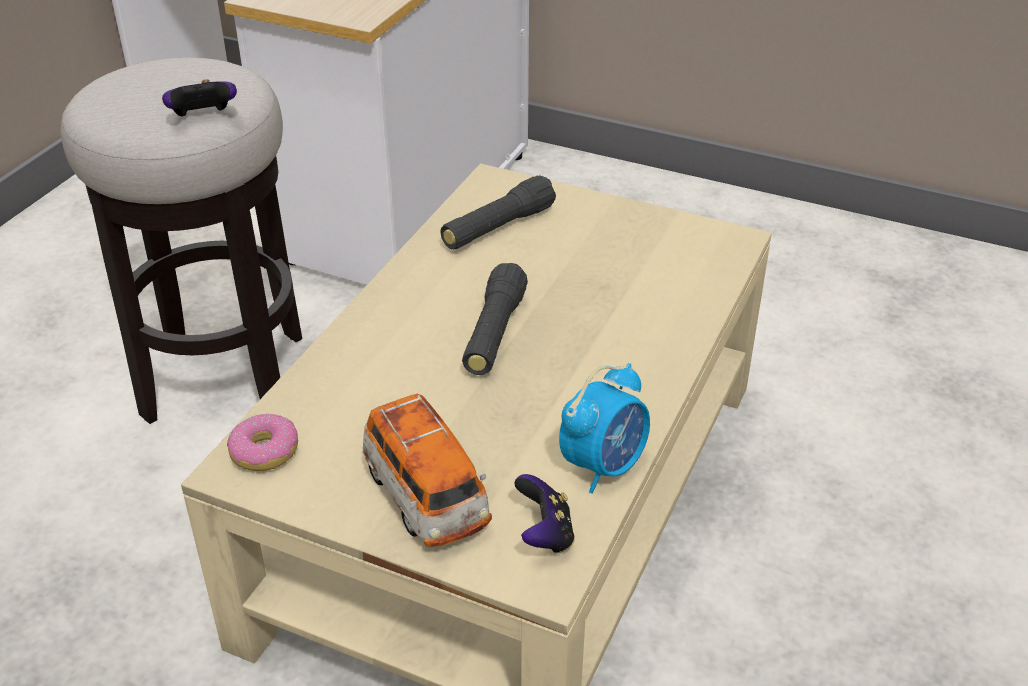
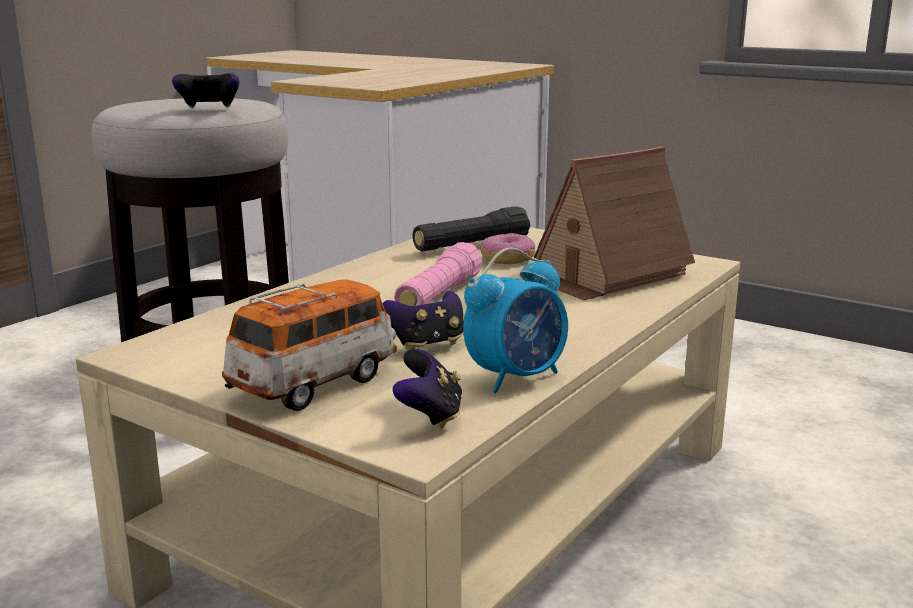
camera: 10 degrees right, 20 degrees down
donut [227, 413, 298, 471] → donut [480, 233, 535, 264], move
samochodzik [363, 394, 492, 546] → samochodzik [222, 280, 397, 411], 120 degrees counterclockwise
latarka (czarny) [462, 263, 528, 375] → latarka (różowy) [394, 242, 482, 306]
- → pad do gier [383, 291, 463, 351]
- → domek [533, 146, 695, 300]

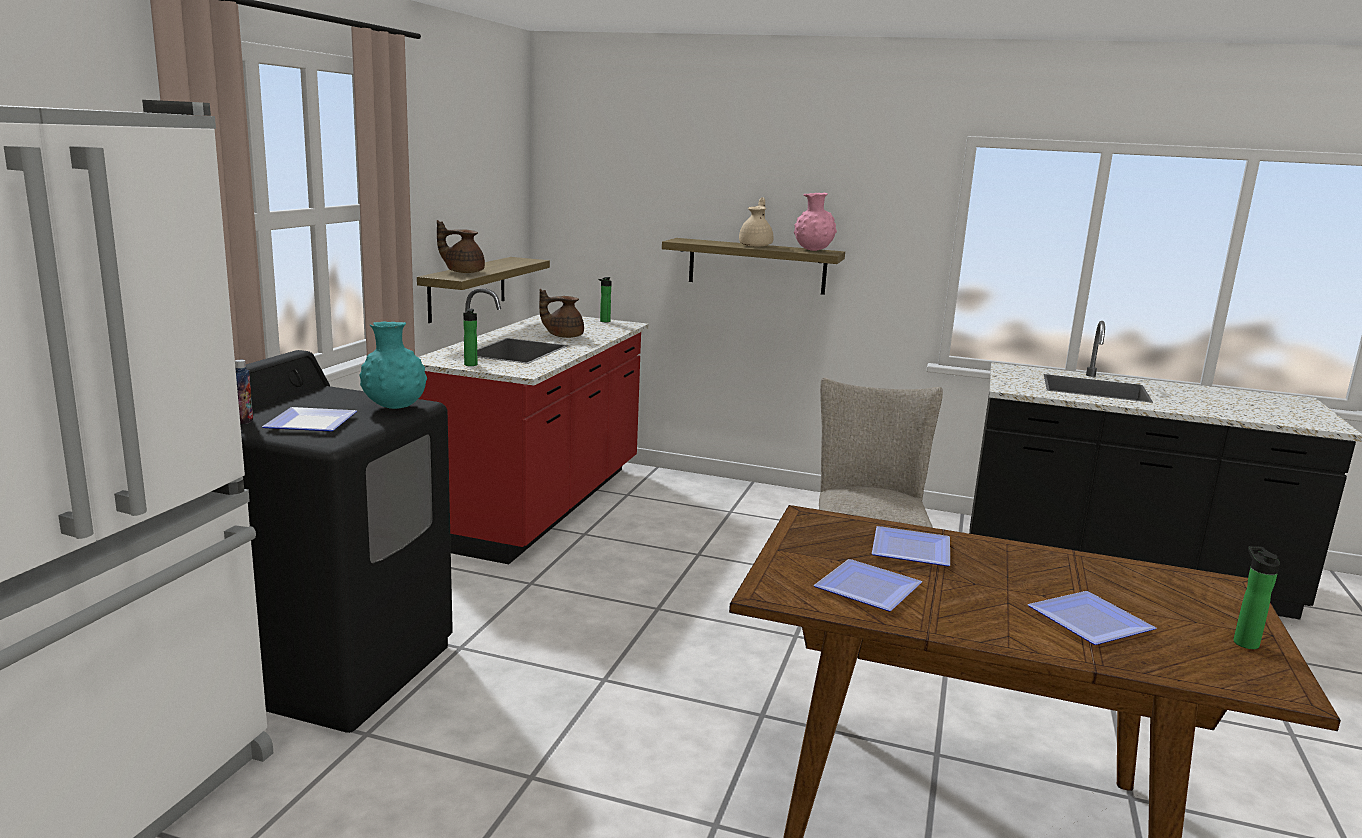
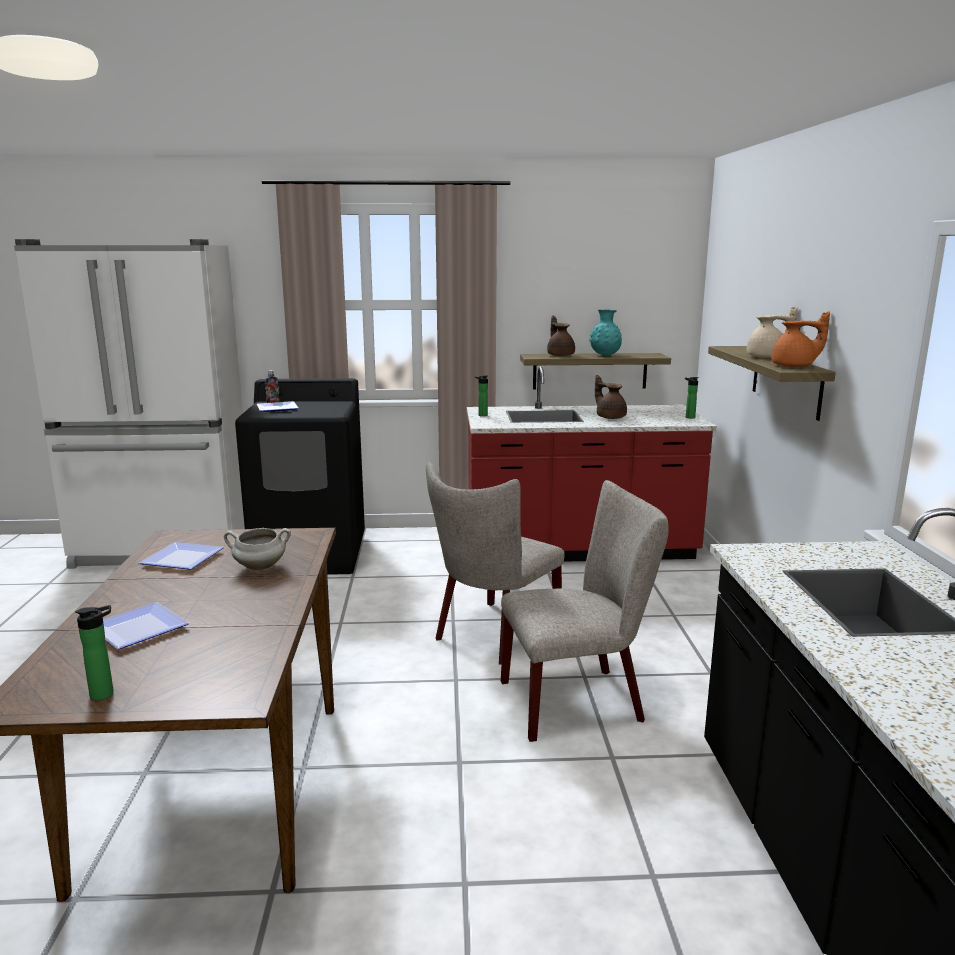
camera: 70 degrees right, 0 degrees up
wazon (turkusowy) [359, 322, 427, 409] → wazon (turkusowy) [589, 309, 622, 356], move
wazon (różowy) [794, 193, 837, 251] → imbryk (pomarańczowy) [771, 311, 830, 367]
talerz [872, 526, 950, 566] → garnek (biały) [224, 528, 291, 570]
- → krzesło (beżowy) [426, 461, 565, 664]

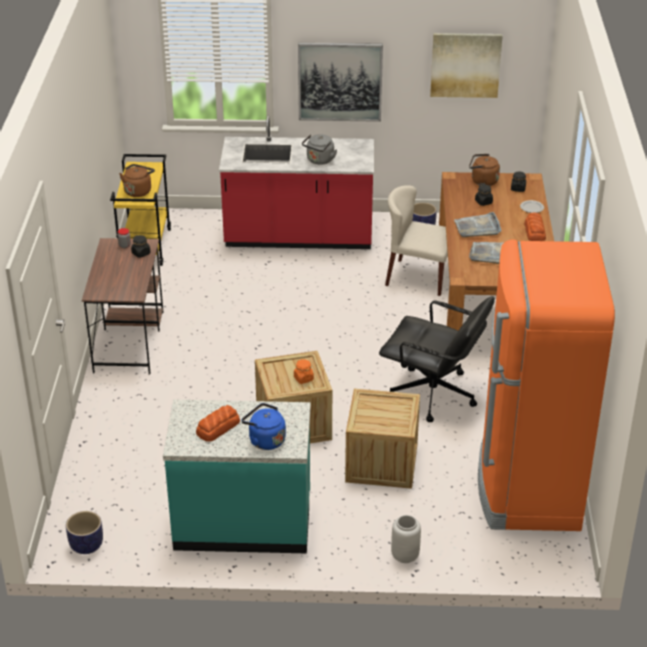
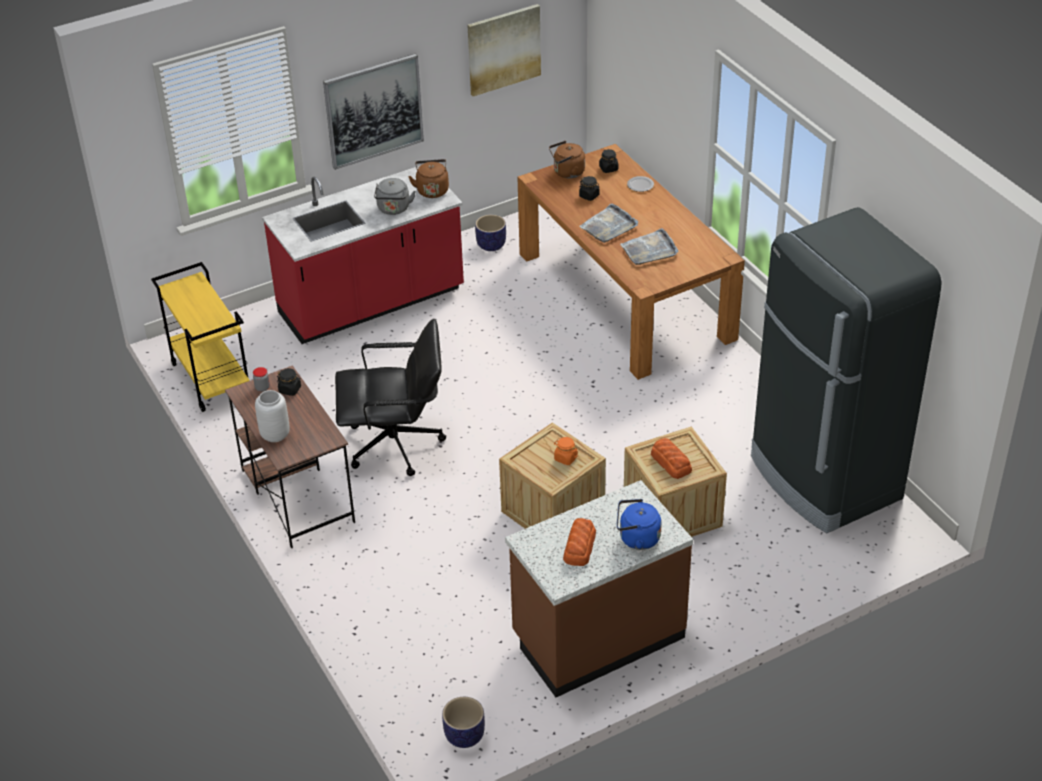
camera: 30 degrees left, 5 degrees up
czajnik (brązowy) [119, 164, 155, 197] → czajnik (brązowy) [408, 159, 449, 198], move
zabudowa kuchenna (turkusowy) [163, 400, 311, 553] → zabudowa kuchenna (brązowy) [505, 480, 693, 697]
krzesło biurowe (czarny) [379, 296, 495, 422] → krzesło biurowe (czarny) [335, 319, 446, 476], move
krzesło (beżowy) [385, 185, 448, 296] → -
wazon (szary) [391, 515, 421, 563] → wazon (szary) [255, 390, 290, 442], move
lodówka (pomarańczowy) [478, 240, 615, 531] → lodówka (czarny) [751, 207, 941, 533]
chleb [524, 212, 546, 241] → chleb [651, 438, 692, 479], move

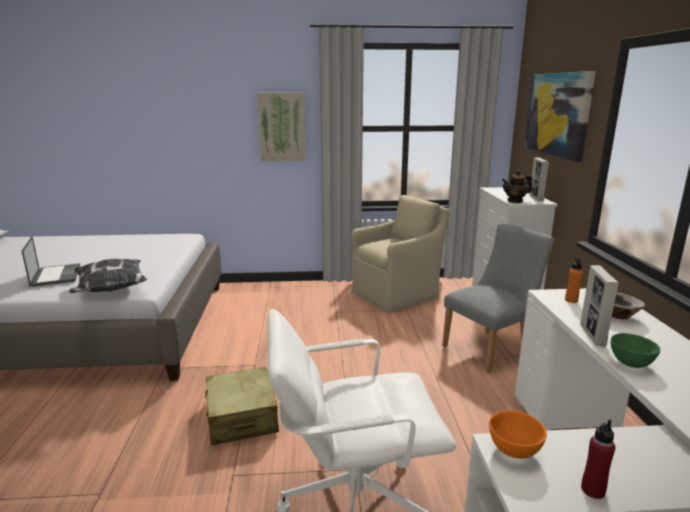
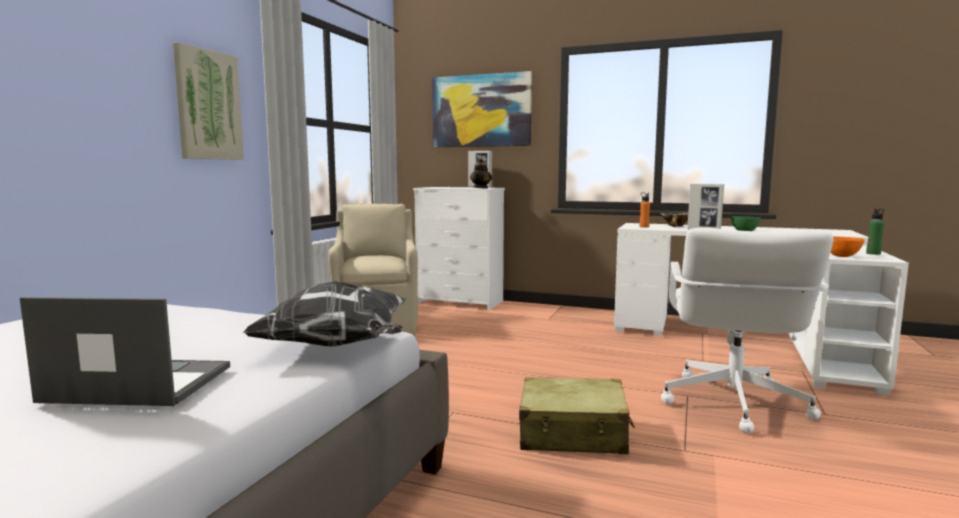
camera: 65 degrees left, 10 degrees down
krzesło (szary) [442, 224, 554, 373] → -
butelka (czerwony) [581, 419, 615, 499] → butelka (zielony) [866, 209, 884, 255]

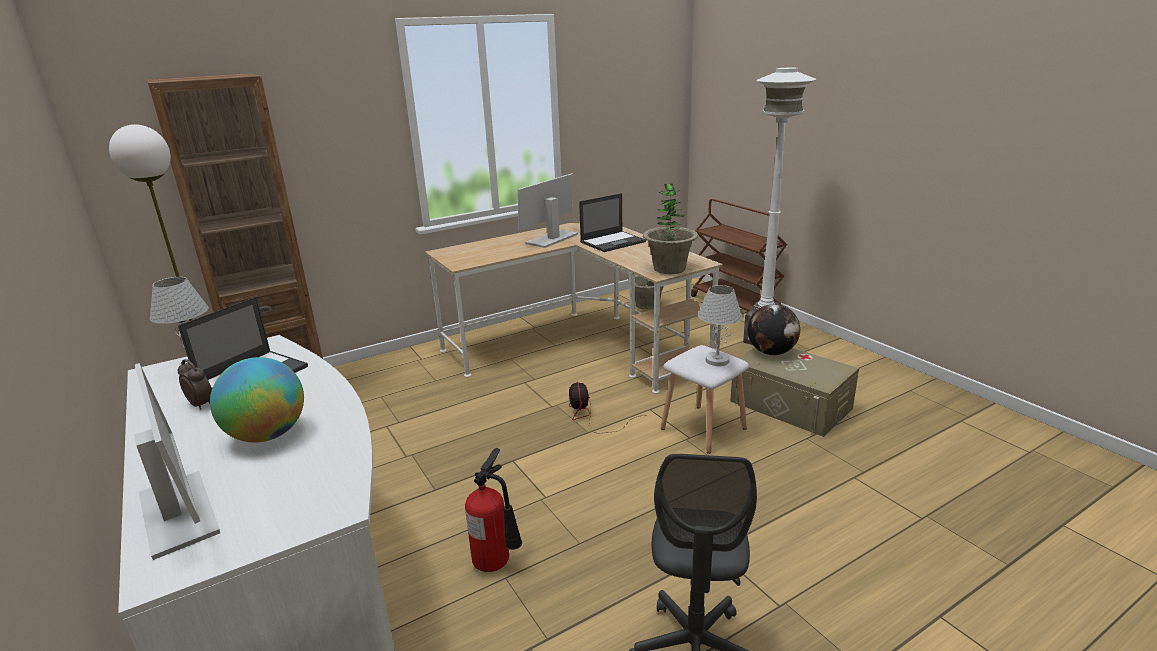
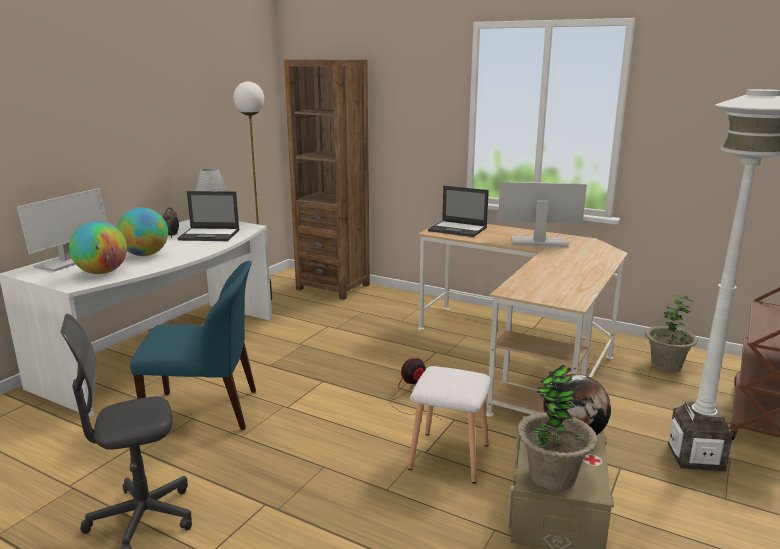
camera: 60 degrees right, 5 degrees down
gaśnica [465, 448, 522, 572] → krzesło (niebieski) [130, 261, 256, 430]
laptop [579, 193, 646, 252] → laptop [428, 186, 489, 237], move
roślina doniczkowa [643, 184, 698, 274] → roślina doniczkowa [517, 365, 598, 491], move
lampa stołowa (biały) [698, 285, 742, 366] → -
- → globus [69, 221, 127, 274]

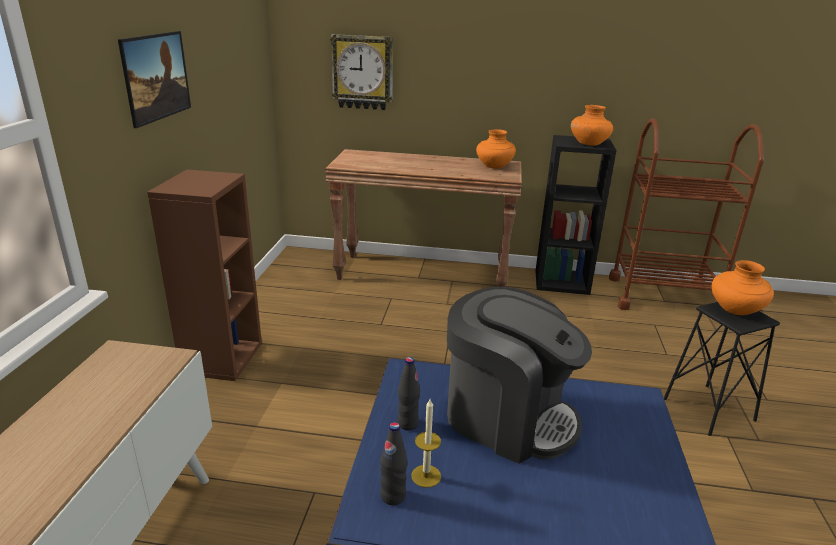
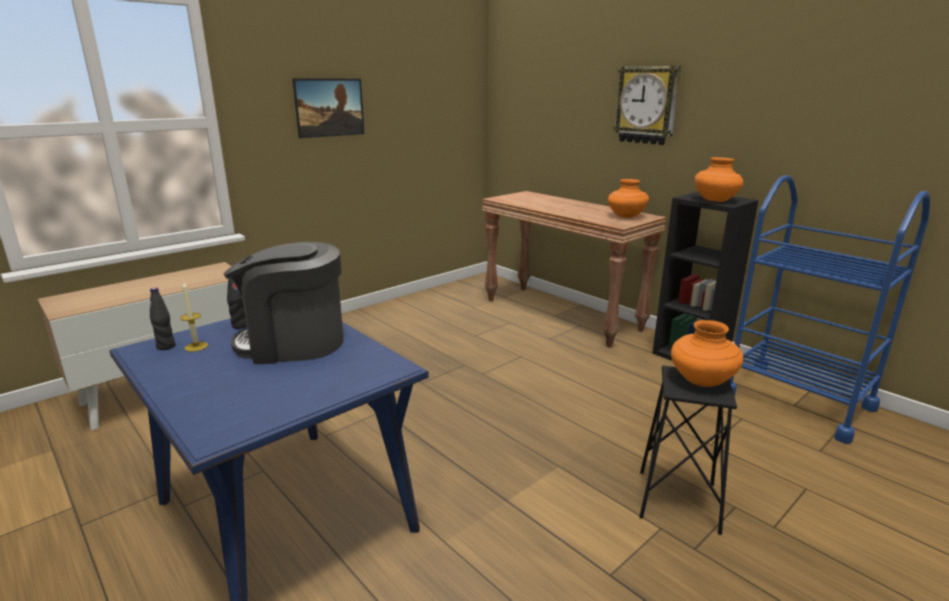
camera: 40 degrees right, 5 degrees down
regał (brązowy) [147, 170, 262, 381] → -
zegar ścienny [330, 34, 393, 110] → zegar ścienny [613, 66, 681, 145], move
ekspres do kawy [447, 287, 592, 464] → ekspres do kawy [224, 242, 344, 364], 105 degrees clockwise
wózek (brązowy) [609, 118, 764, 310] → wózek (niebieski) [730, 175, 930, 444]

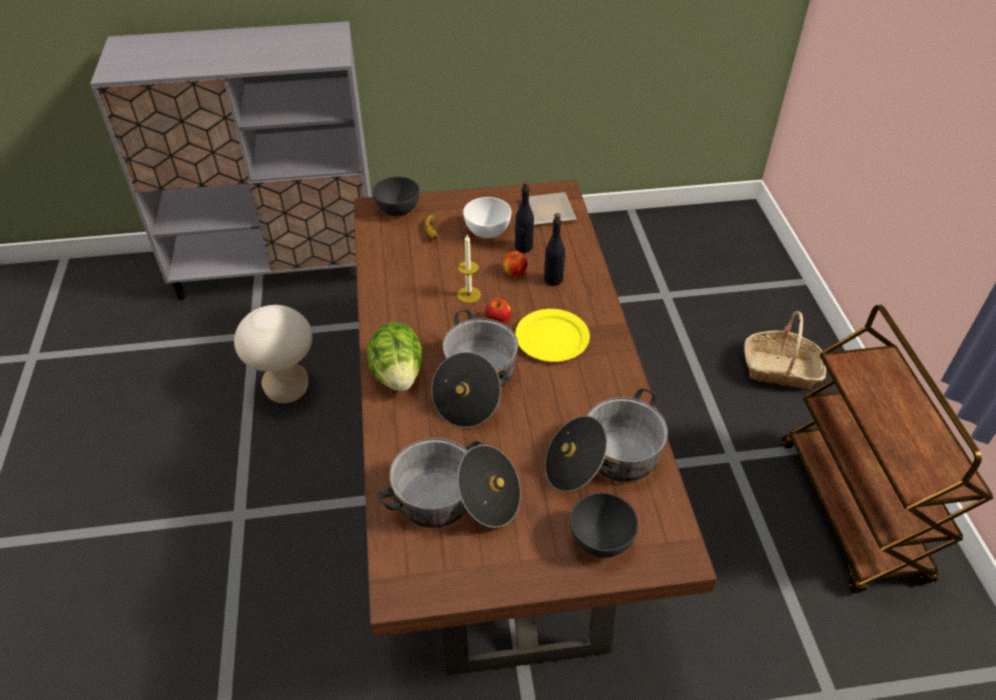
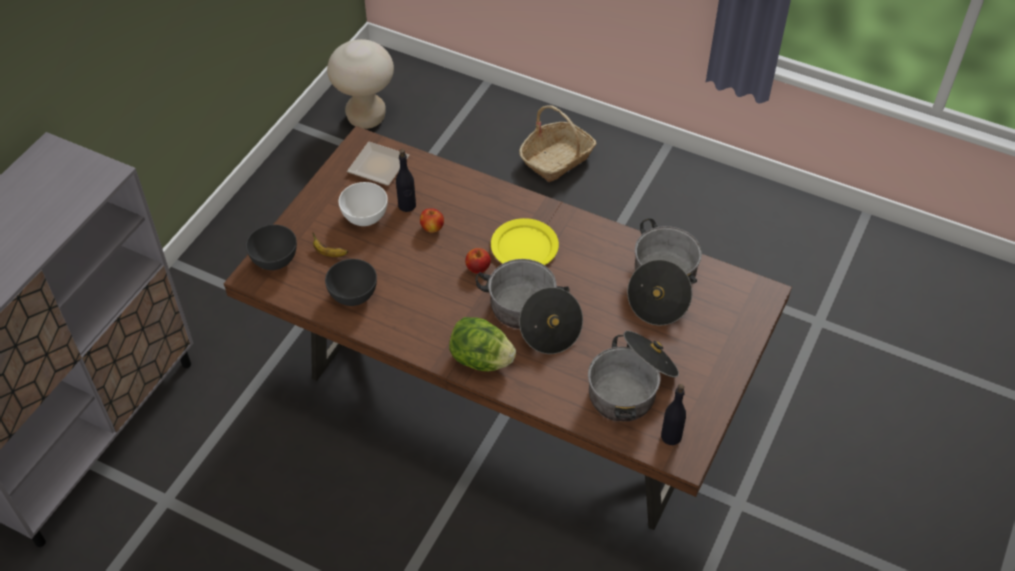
camera: 55 degrees left, 5 degrees up
stołek (beżowy) [234, 305, 312, 403] → stołek (beżowy) [327, 39, 394, 129], move
świeca [457, 235, 481, 303] → -
butelka (czarny) [544, 213, 565, 286] → butelka (czarny) [661, 384, 686, 445], move
miska (szary) [570, 493, 638, 558] → miska (szary) [325, 259, 377, 306], move
wózek (brązowy) [782, 305, 994, 593] → -

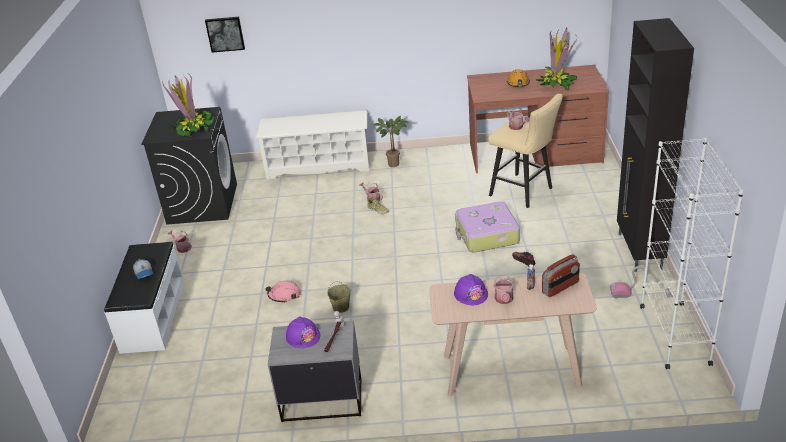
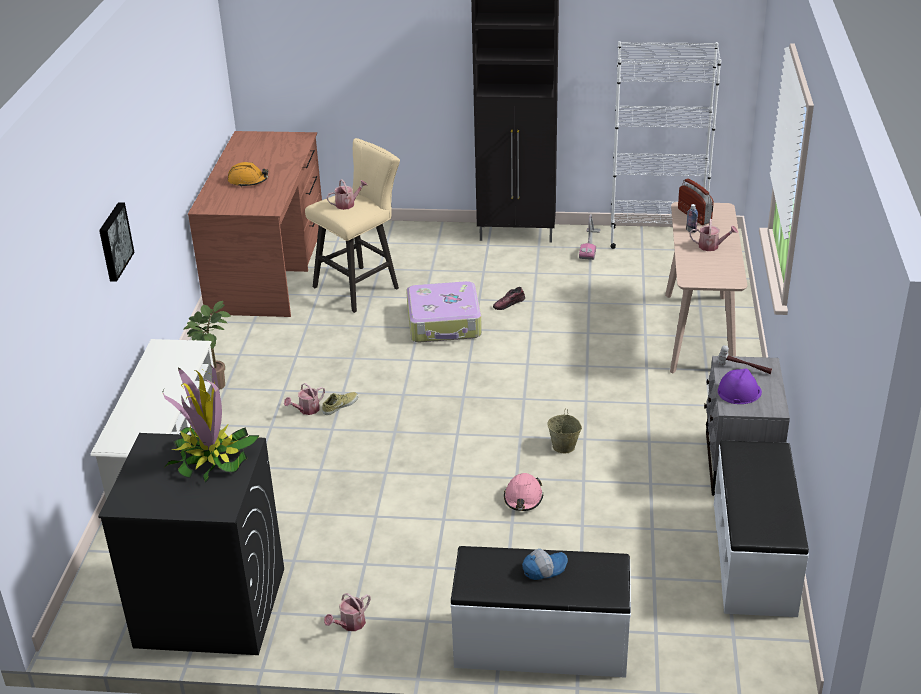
camera: 85 degrees left, 0 degrees up
obraz [205, 17, 245, 53] → obraz [99, 202, 135, 282], move
kask (fioletowy) [454, 274, 488, 305] → -
roślina doniczkowa [536, 28, 577, 91] → -
- → ławka (biały) [714, 440, 809, 617]

